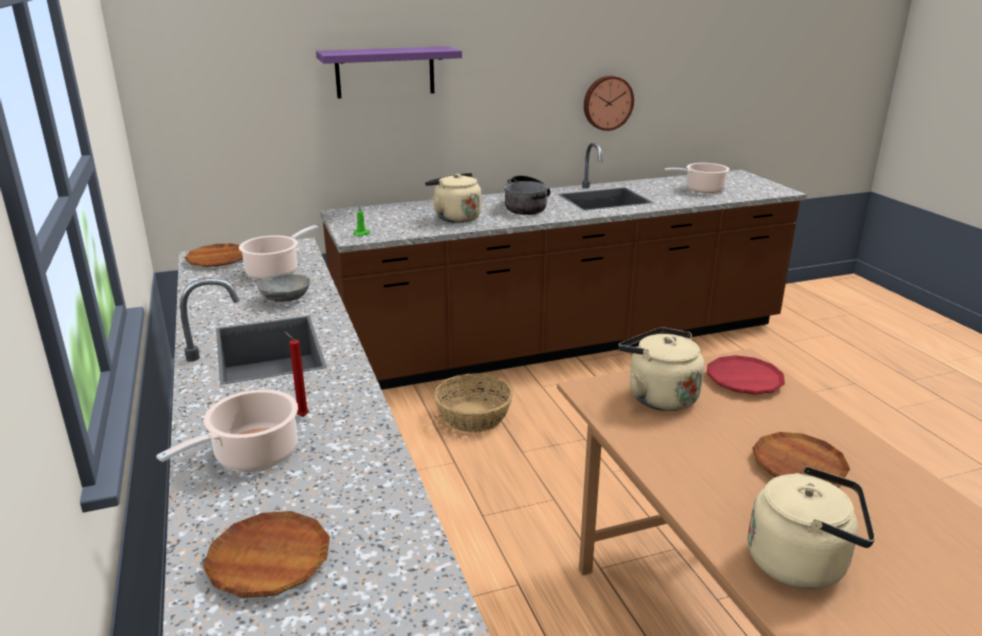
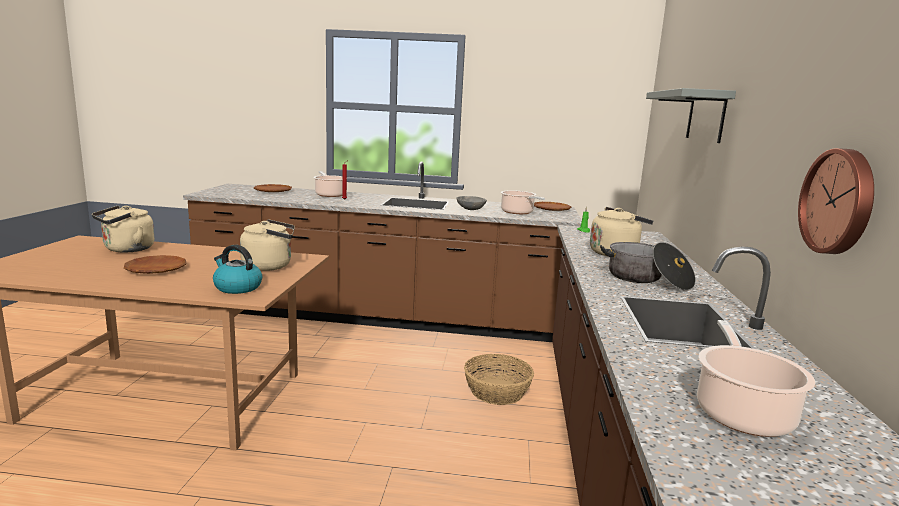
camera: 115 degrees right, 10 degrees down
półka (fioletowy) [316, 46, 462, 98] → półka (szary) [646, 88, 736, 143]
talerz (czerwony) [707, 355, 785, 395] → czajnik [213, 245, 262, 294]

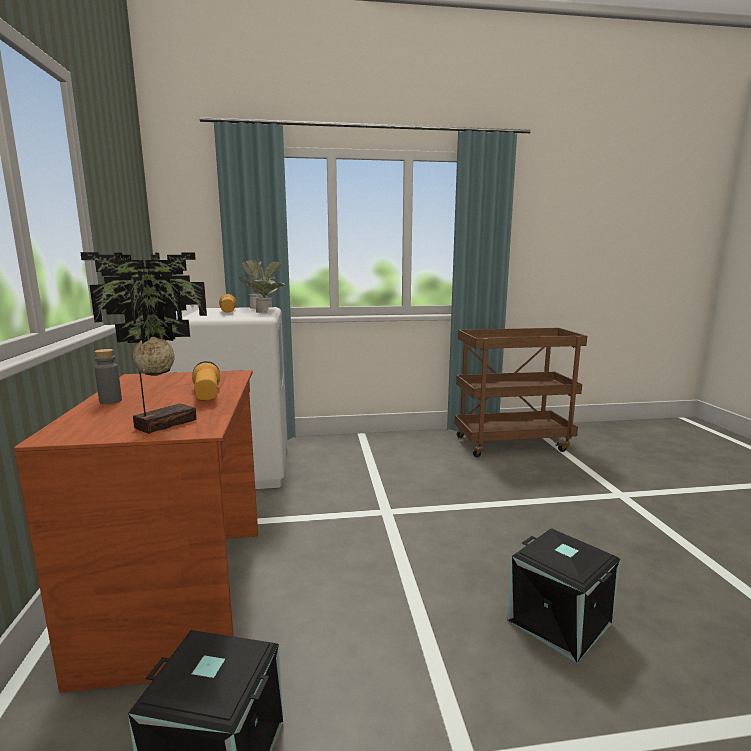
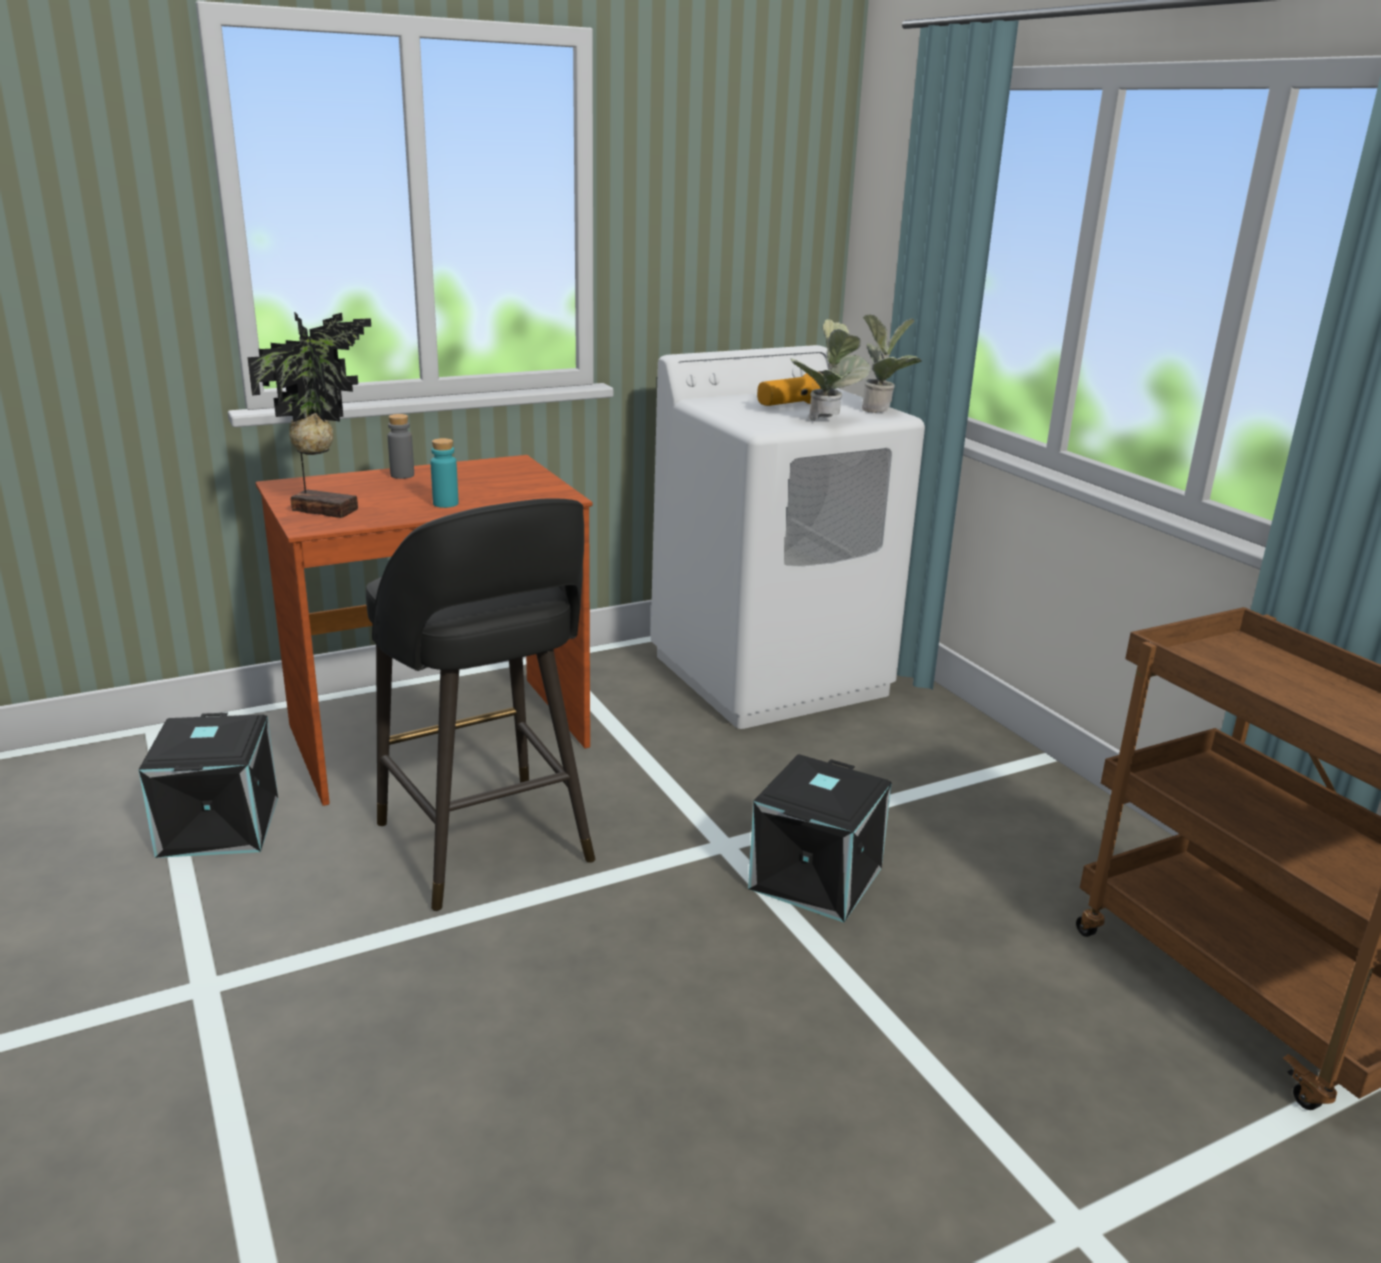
camera: 70 degrees right, 10 degrees up
latarka [192, 361, 220, 400] → butelka (turkusowy) [430, 438, 458, 508]
pojemnik do przechowywania (czarny) [507, 528, 620, 663] → pojemnik do przechowywania (czarny) [748, 754, 892, 923], move
- → stołek (czarny) [366, 498, 595, 911]

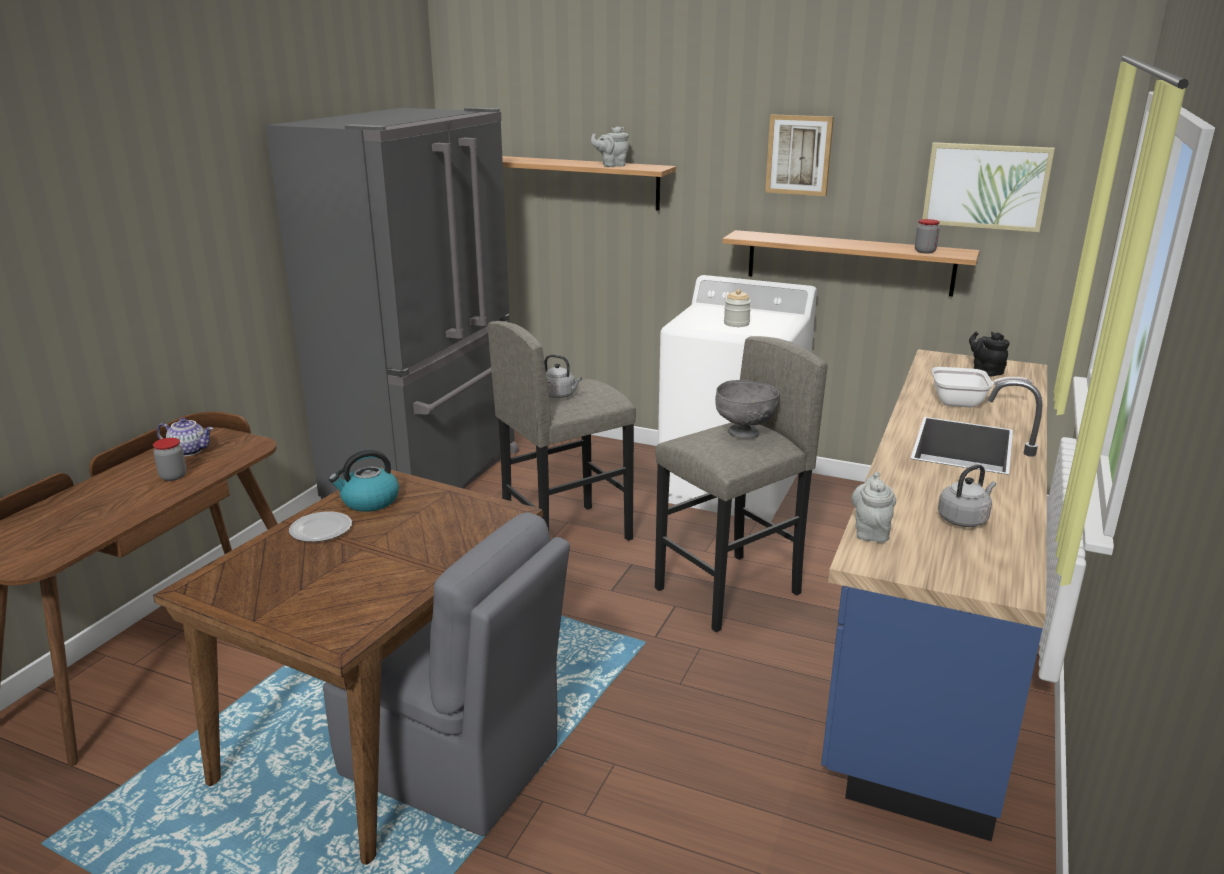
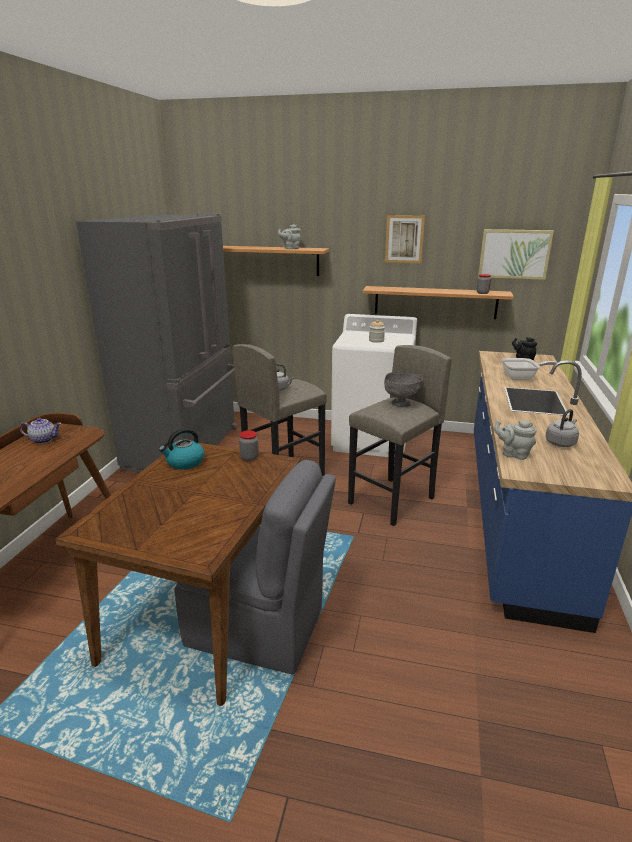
camera: 10 degrees left, 0 degrees up
słoik [153, 438, 187, 481] → słoik [239, 430, 259, 461], move
talerz [289, 511, 352, 542] → -
imbryk (szary) [851, 471, 896, 542] → imbryk (szary) [494, 421, 537, 460], 60 degrees counterclockwise

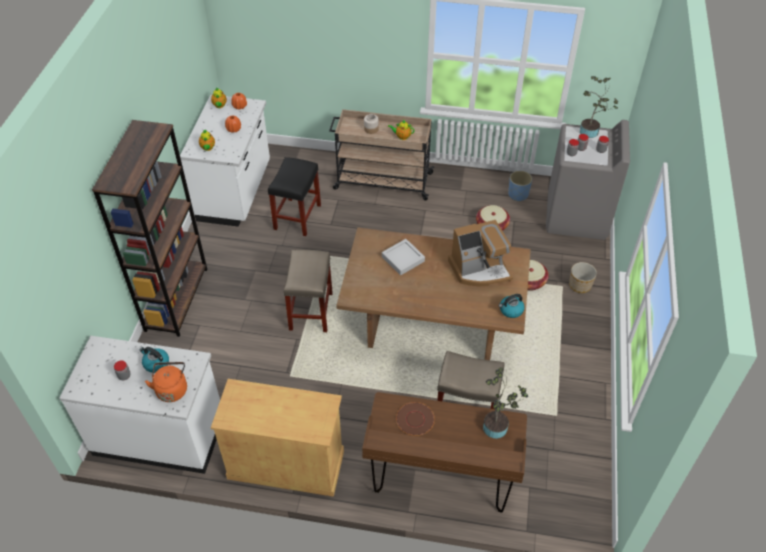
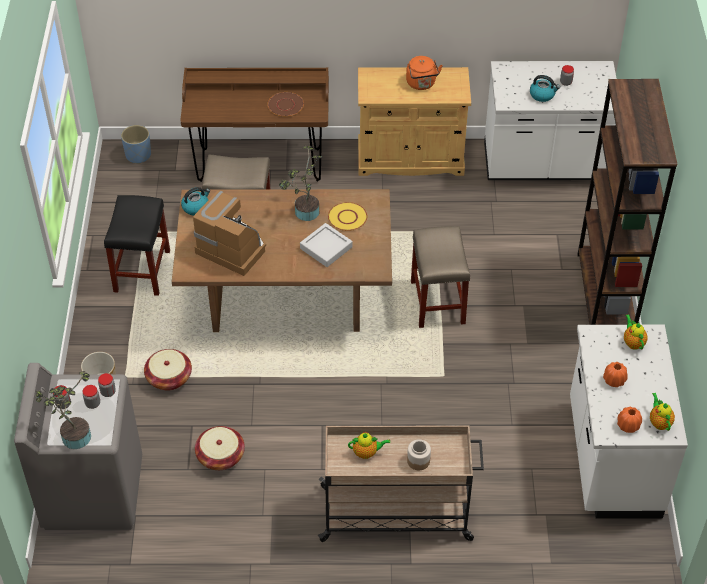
camera: 170 degrees right, 0 degrees up
czajnik (pomarańczowy) [145, 362, 187, 402] → czajnik (pomarańczowy) [406, 56, 443, 90], move
stołek (czarny) [268, 157, 321, 236] → stołek (czarny) [104, 195, 170, 296], move
ekspres do kawy [448, 220, 513, 287] → ekspres do kawy [193, 190, 266, 276], 60 degrees clockwise
roślina doniczkowa [483, 367, 528, 439] → roślina doniczkowa [279, 146, 323, 221], move
donica (niebieski) [508, 171, 532, 202] → donica (niebieski) [121, 125, 151, 164], move
- → talerz (żółty) [328, 202, 367, 231]

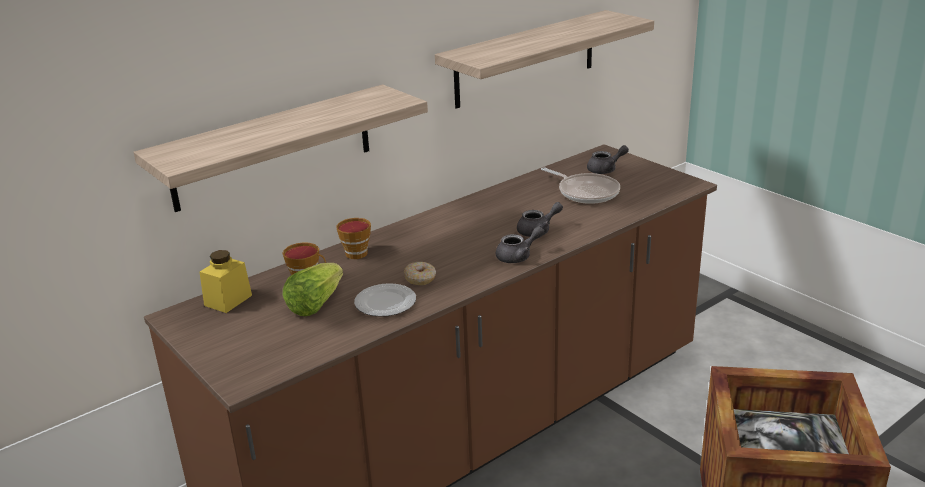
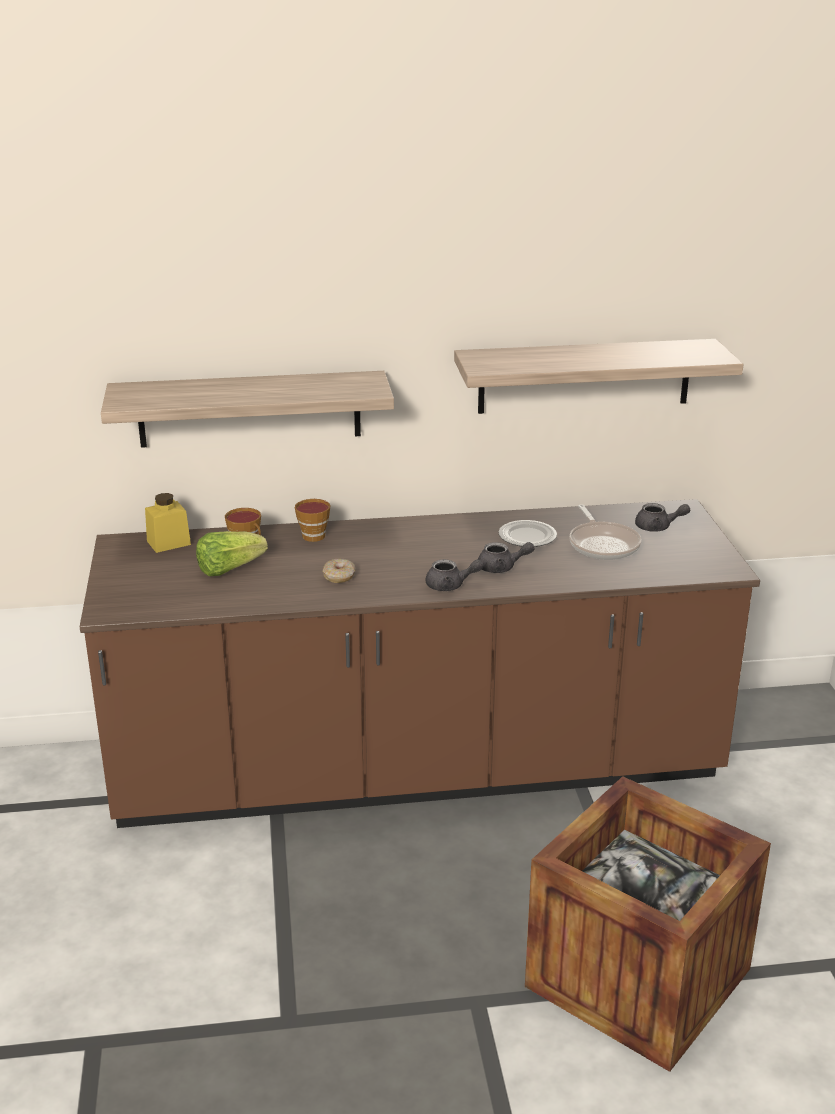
camera: 30 degrees right, 0 degrees up
talerz [354, 283, 416, 317] → talerz [498, 520, 557, 547], move

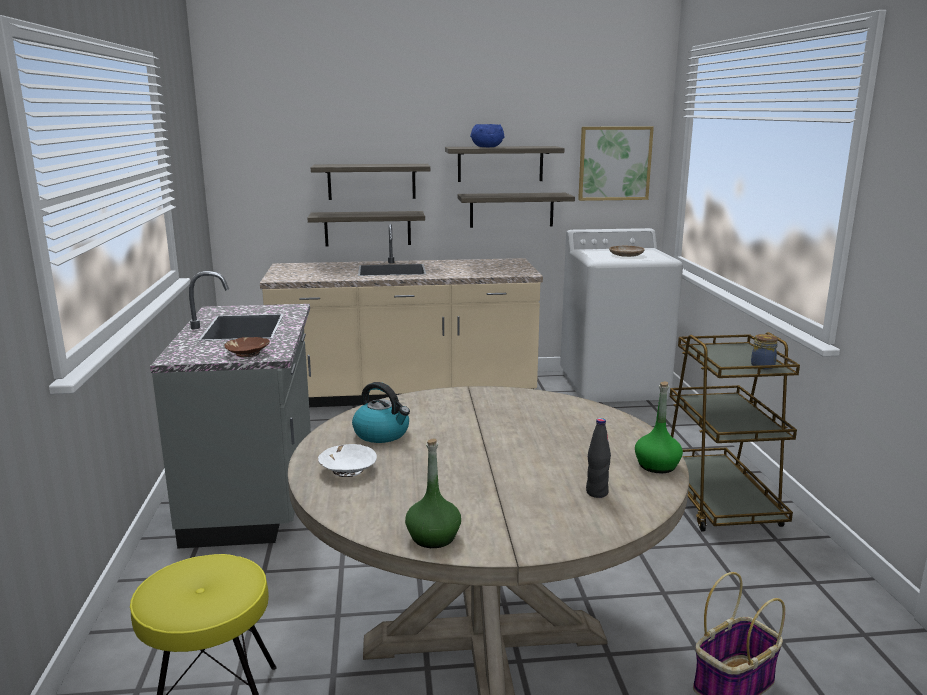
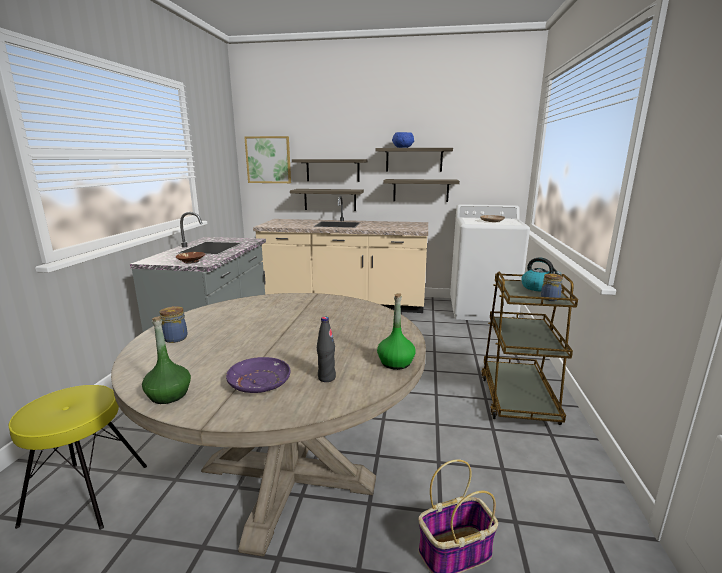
camera: 15 degrees right, 0 degrees up
miska (biały) [318, 444, 377, 477] → słoik [159, 306, 188, 343]
czajnik [352, 382, 410, 443] → czajnik [521, 257, 561, 292], move
obraz [578, 126, 654, 201] → obraz [244, 136, 291, 183], move
- → talerz (fioletowy) [226, 357, 291, 393]

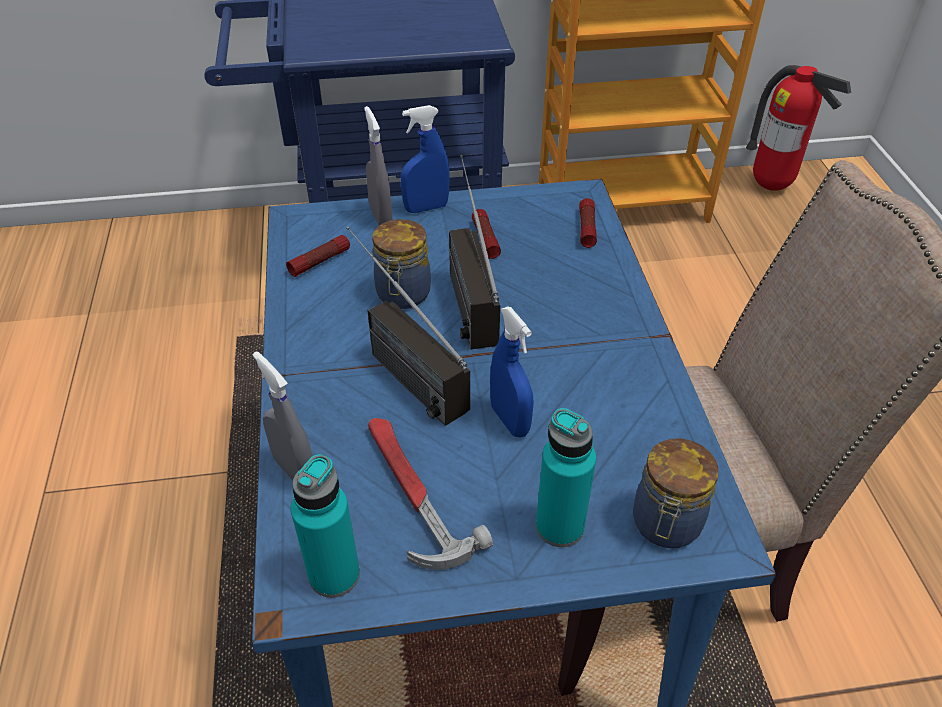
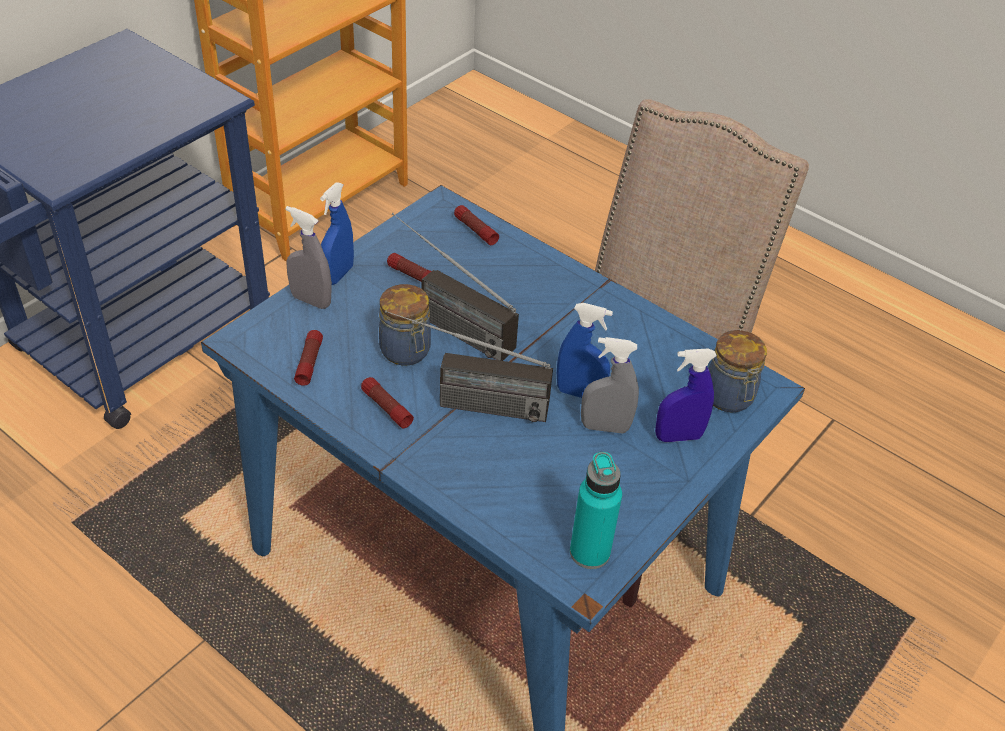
camera: 45 degrees left, 0 degrees up
spryskiwacz (szary) [253, 351, 313, 481] → spryskiwacz (szary) [581, 337, 639, 434], move
młotek [368, 418, 493, 570] → -
butelka (turkusowy) [536, 408, 596, 547] → spryskiwacz (niebieski) [655, 348, 717, 442]
gaśnica [746, 65, 851, 191] → -
- → latarka [361, 377, 414, 428]

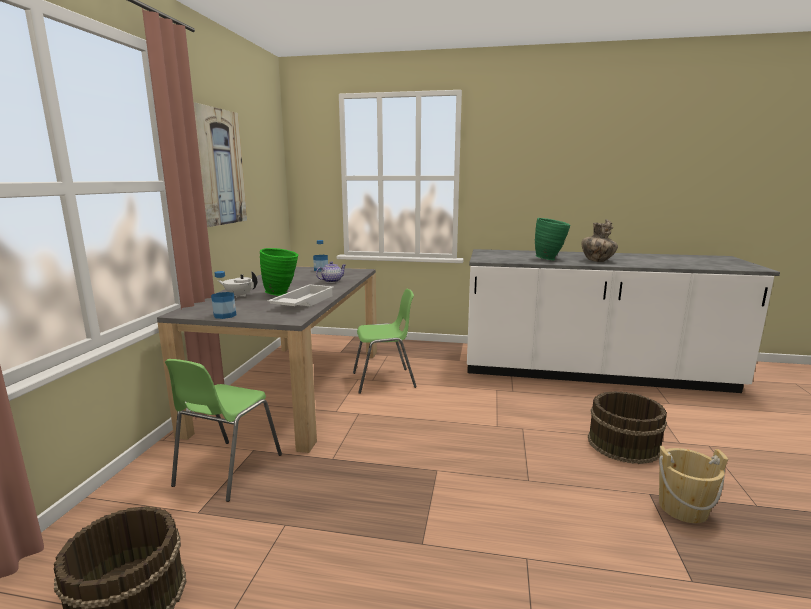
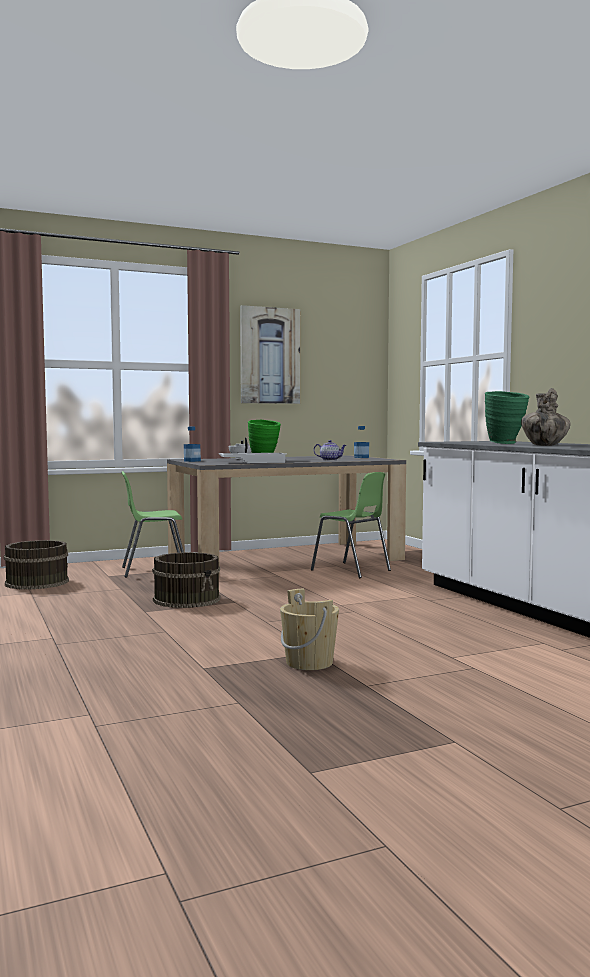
camera: 55 degrees right, 10 degrees down
wiadro (brązowy) [588, 391, 667, 464] → wiadro (brązowy) [152, 552, 220, 608], move

